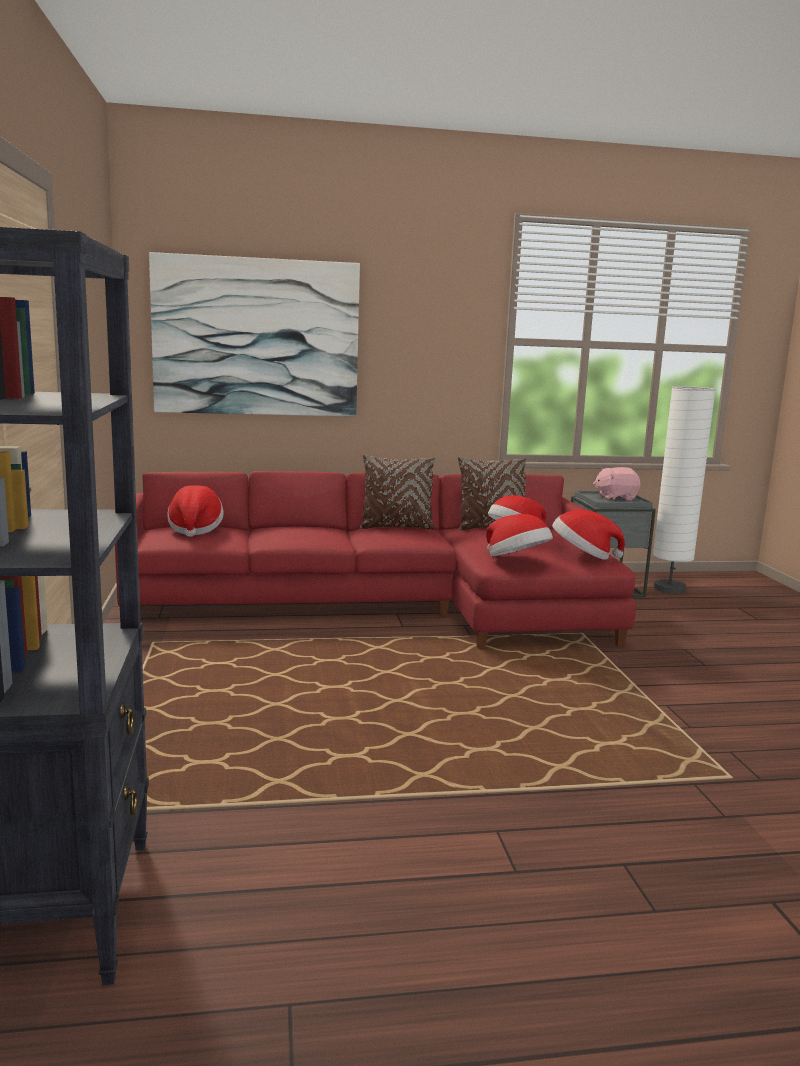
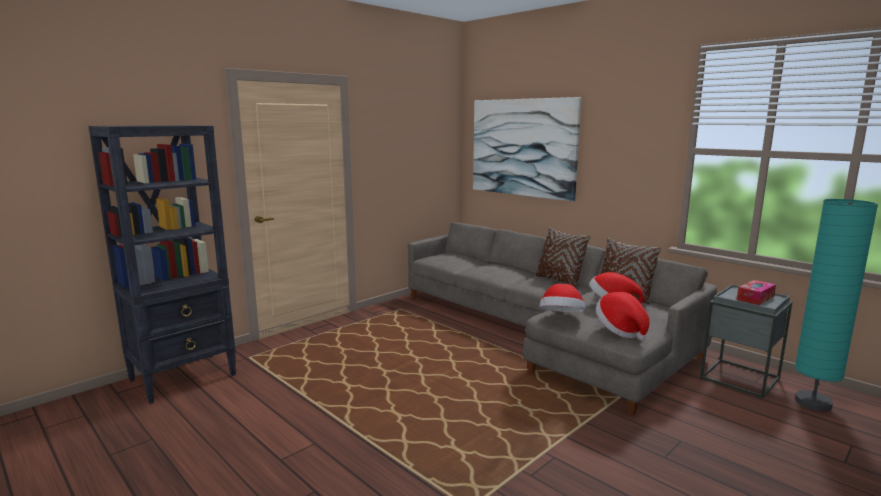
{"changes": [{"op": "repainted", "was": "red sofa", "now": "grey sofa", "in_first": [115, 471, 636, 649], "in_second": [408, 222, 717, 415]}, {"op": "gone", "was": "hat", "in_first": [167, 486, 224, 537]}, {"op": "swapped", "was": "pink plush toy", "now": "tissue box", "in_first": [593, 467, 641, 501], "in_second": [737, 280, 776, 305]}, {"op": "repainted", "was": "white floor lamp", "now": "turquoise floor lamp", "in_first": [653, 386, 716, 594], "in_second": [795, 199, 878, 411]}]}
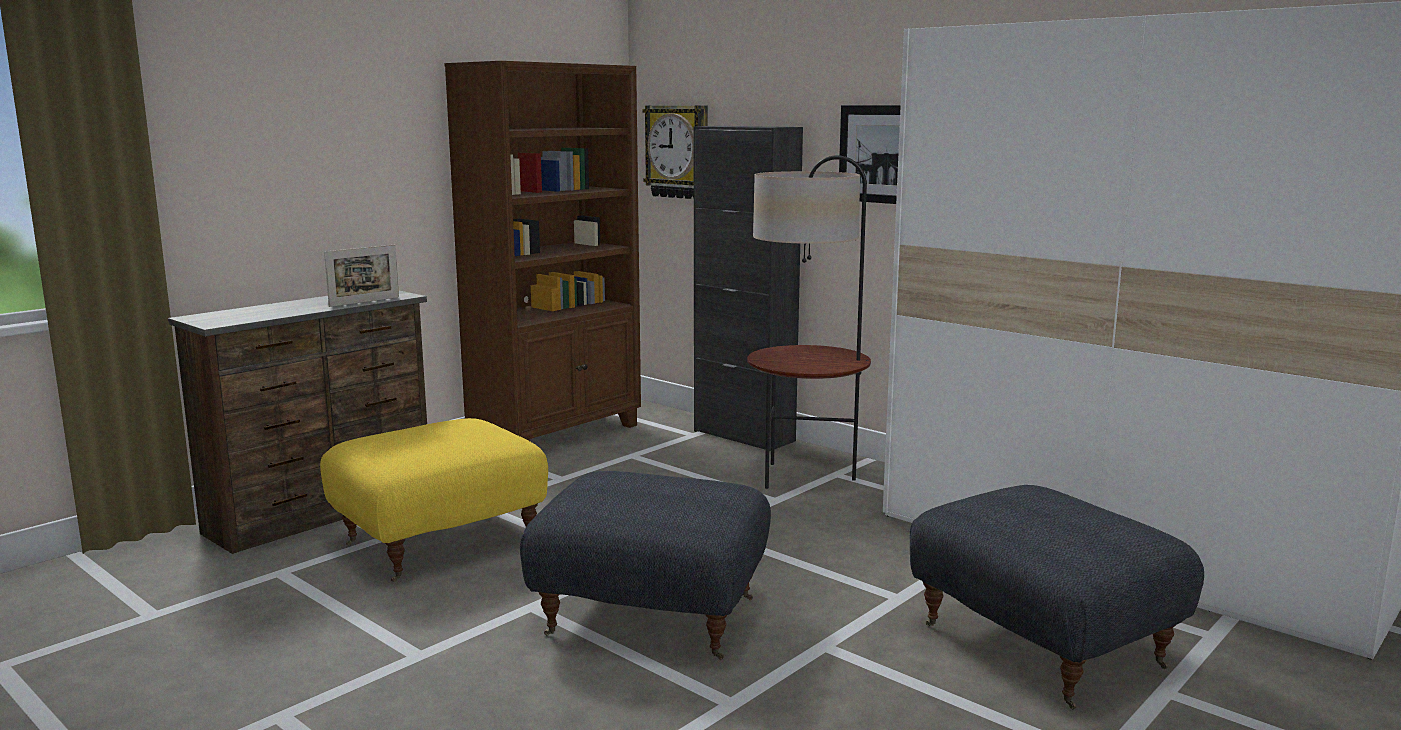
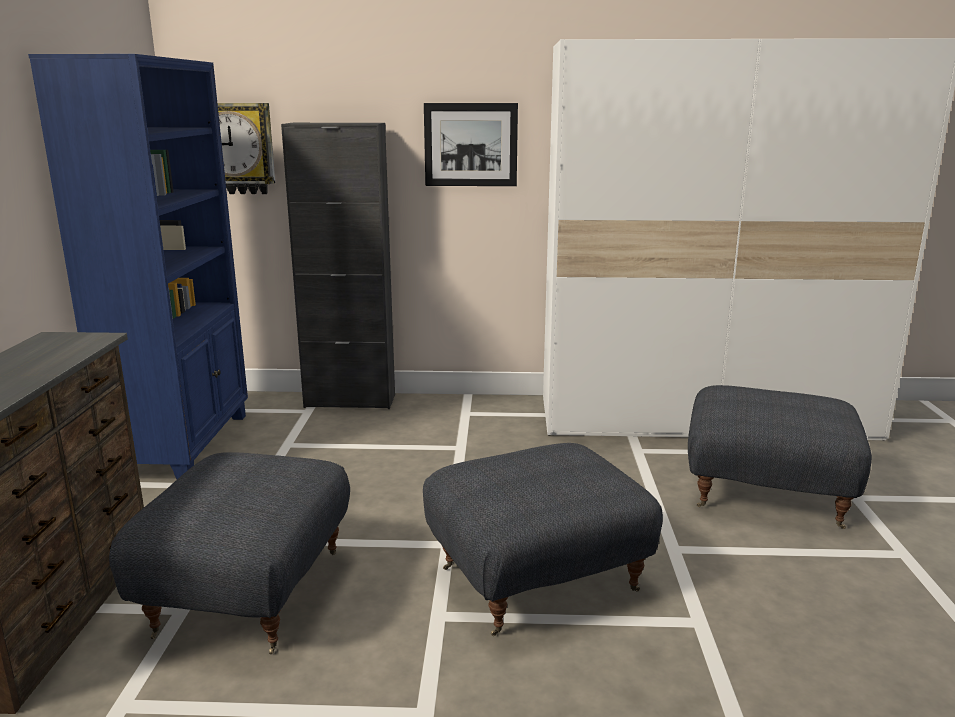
{"changes": [{"op": "repainted", "was": "yellow ottoman", "now": "grey ottoman", "in_first": [320, 418, 548, 582], "in_second": [109, 452, 350, 654]}, {"op": "gone", "was": "picture frame", "in_first": [324, 245, 399, 307]}, {"op": "repainted", "was": "brown bookcase", "now": "blue bookcase", "in_first": [444, 61, 641, 441], "in_second": [28, 54, 248, 480]}, {"op": "gone", "was": "floor lamp", "in_first": [747, 155, 871, 489]}]}
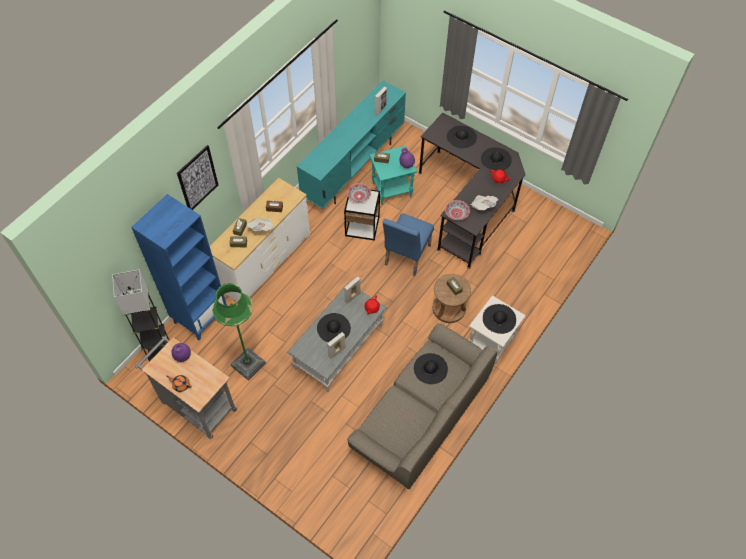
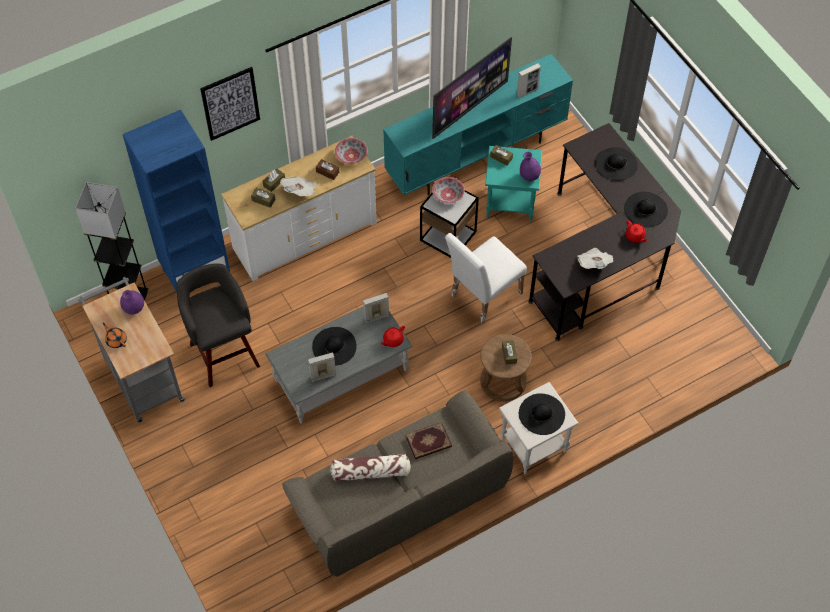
{"changes": [{"op": "swapped", "was": "green floor lamp", "now": "grey stool", "in_first": [212, 283, 266, 381], "in_second": [176, 264, 260, 387]}, {"op": "repainted", "was": "blue chair", "now": "white chair", "in_first": [382, 213, 434, 276], "in_second": [445, 233, 527, 324]}, {"op": "swapped", "was": "black hat", "now": "book", "in_first": [414, 353, 448, 384], "in_second": [405, 422, 452, 459]}, {"op": "shifted", "was": "bowl", "in_first": [445, 200, 470, 220], "in_second": [335, 138, 368, 164]}, {"op": "new", "now": "pillow", "in_second": [330, 454, 411, 481]}, {"op": "new", "now": "television", "in_second": [432, 37, 512, 139]}]}
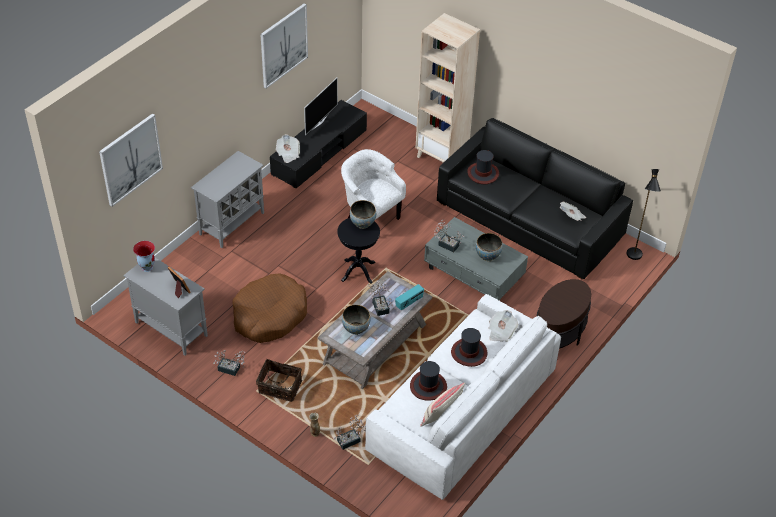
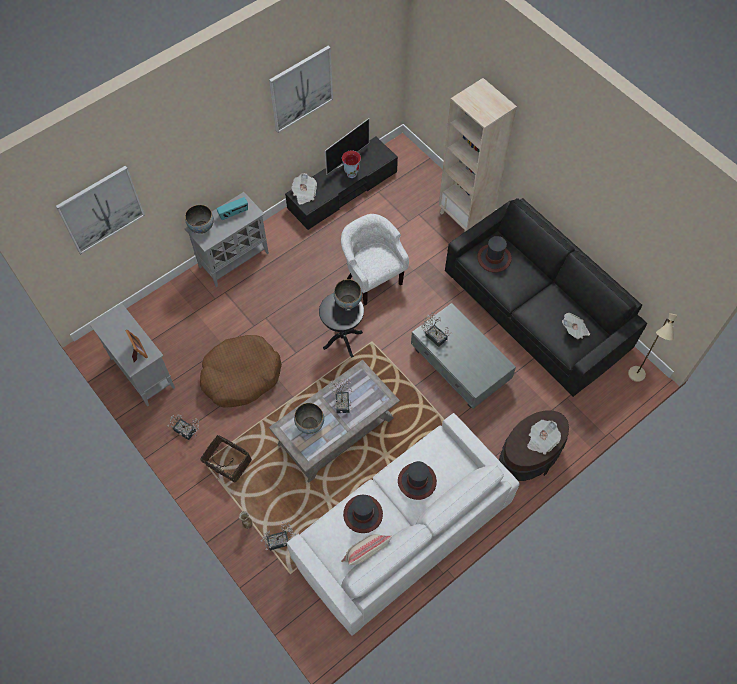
{"changes": [{"op": "shifted", "was": "vase", "in_first": [133, 241, 155, 272], "in_second": [342, 150, 361, 178]}, {"op": "shifted", "was": "radio", "in_first": [395, 284, 424, 310], "in_second": [216, 197, 248, 220]}, {"op": "shifted", "was": "bowl", "in_first": [476, 233, 502, 261], "in_second": [185, 205, 214, 234]}, {"op": "shifted", "was": "newspaper", "in_first": [488, 310, 518, 342], "in_second": [527, 419, 561, 455]}, {"op": "repainted", "was": "black floor lamp", "now": "beige floor lamp", "in_first": [627, 169, 661, 260], "in_second": [628, 313, 678, 382]}]}
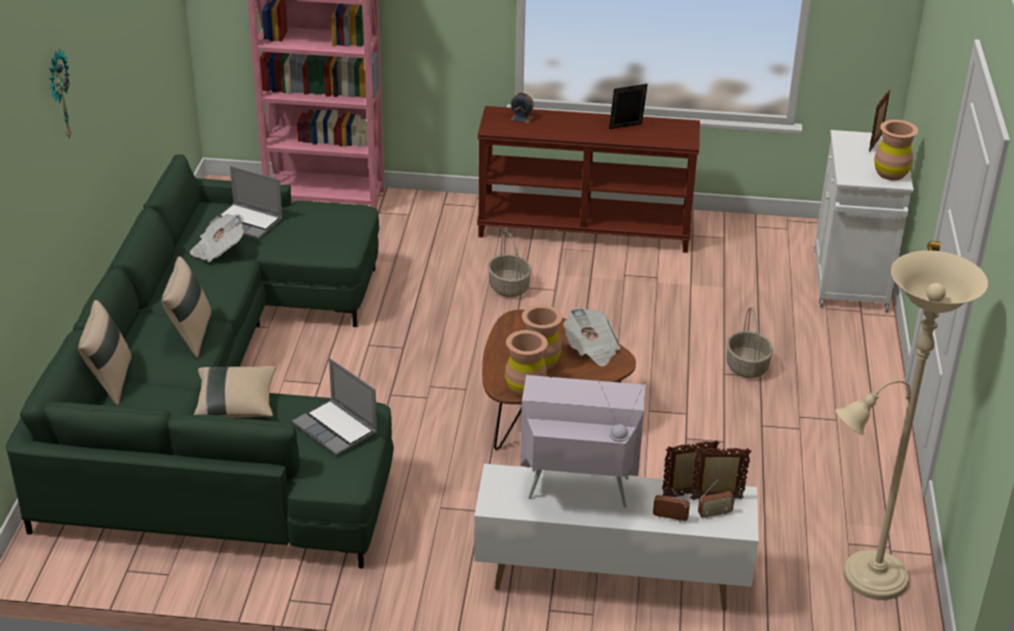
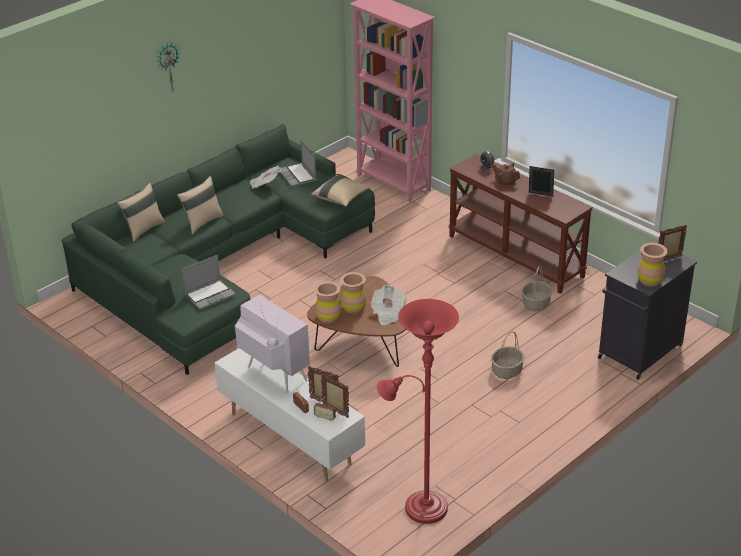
{"changes": [{"op": "shifted", "was": "beige pillow", "in_first": [193, 366, 276, 418], "in_second": [311, 175, 370, 207]}, {"op": "rotated", "was": "laptop", "in_first": [292, 358, 378, 456], "in_second": [182, 255, 236, 310], "clockwise": -120}, {"op": "shifted", "was": "basket", "in_first": [488, 230, 532, 297], "in_second": [522, 266, 552, 311]}, {"op": "repainted", "was": "white cabinet", "now": "black cabinet", "in_first": [814, 130, 914, 312], "in_second": [598, 241, 697, 380]}, {"op": "repainted", "was": "beige floor lamp", "now": "red floor lamp", "in_first": [835, 251, 988, 600], "in_second": [377, 299, 459, 524]}, {"op": "new", "now": "brown teapot", "in_second": [492, 163, 520, 187]}]}
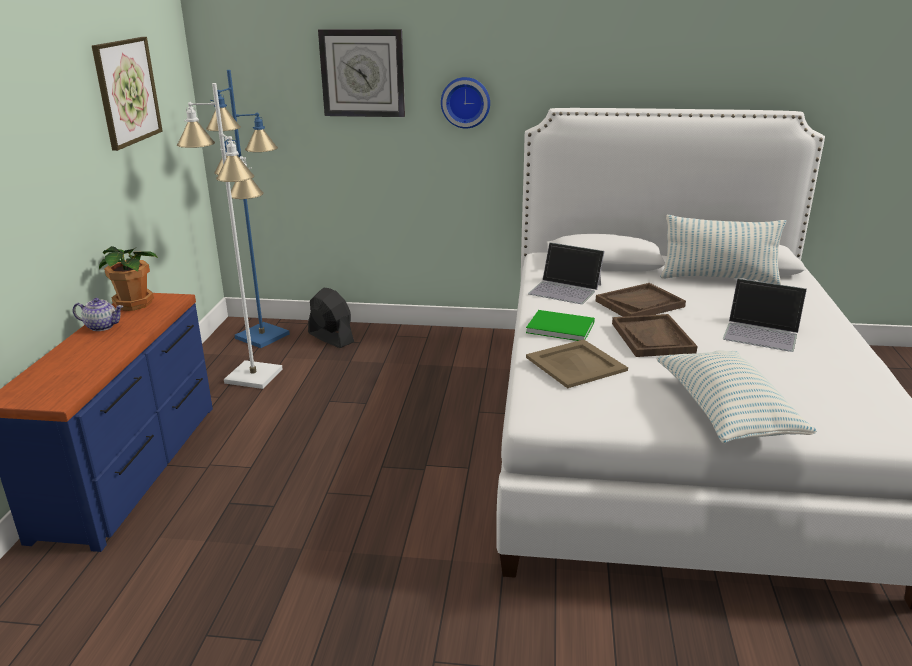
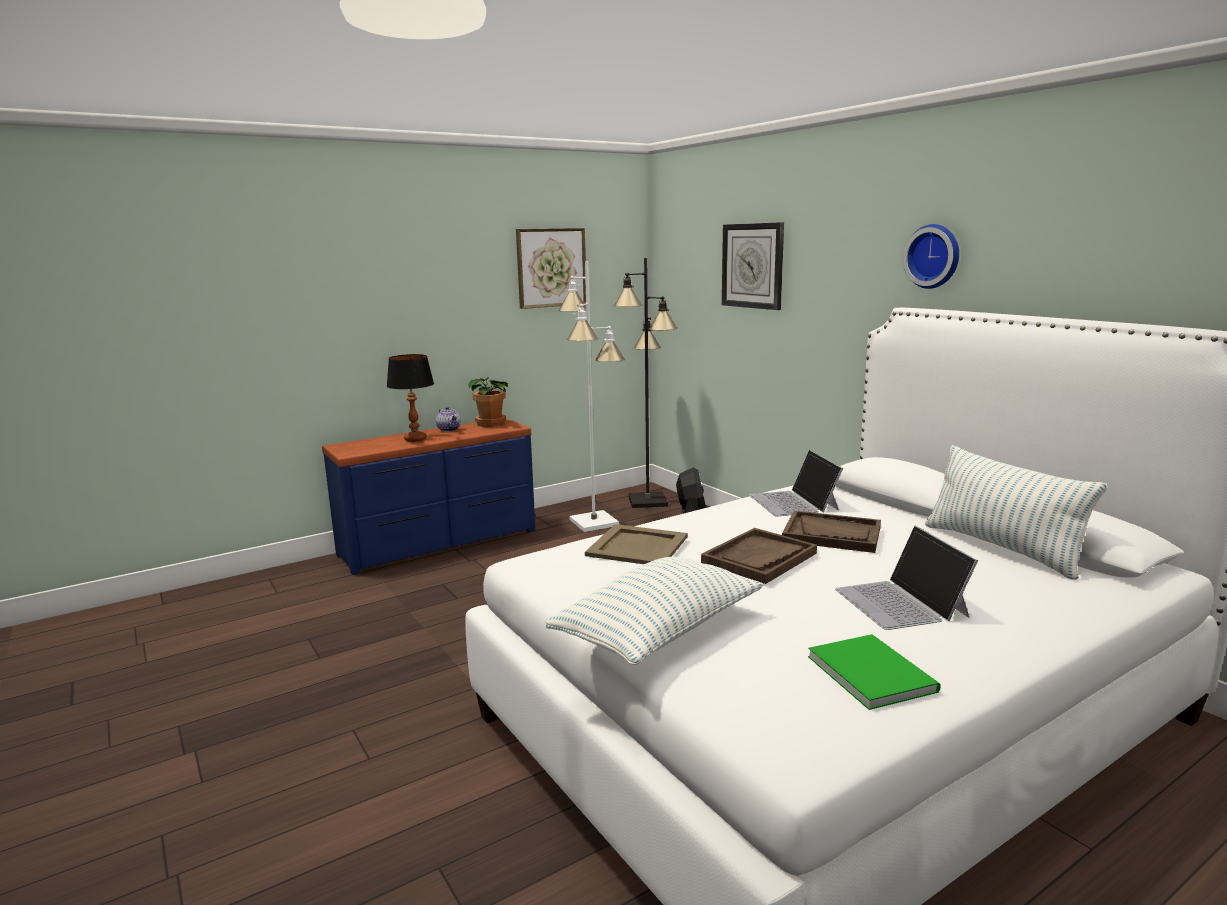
{"changes": [{"op": "repainted", "was": "blue floor lamp", "now": "black floor lamp", "in_first": [206, 70, 290, 348], "in_second": [614, 258, 678, 508]}, {"op": "shifted", "was": "wall clock", "in_first": [441, 77, 490, 129], "in_second": [903, 224, 959, 289]}, {"op": "shifted", "was": "green book", "in_first": [526, 310, 595, 341], "in_second": [808, 634, 941, 710]}, {"op": "new", "now": "table lamp", "in_second": [387, 354, 434, 442]}]}
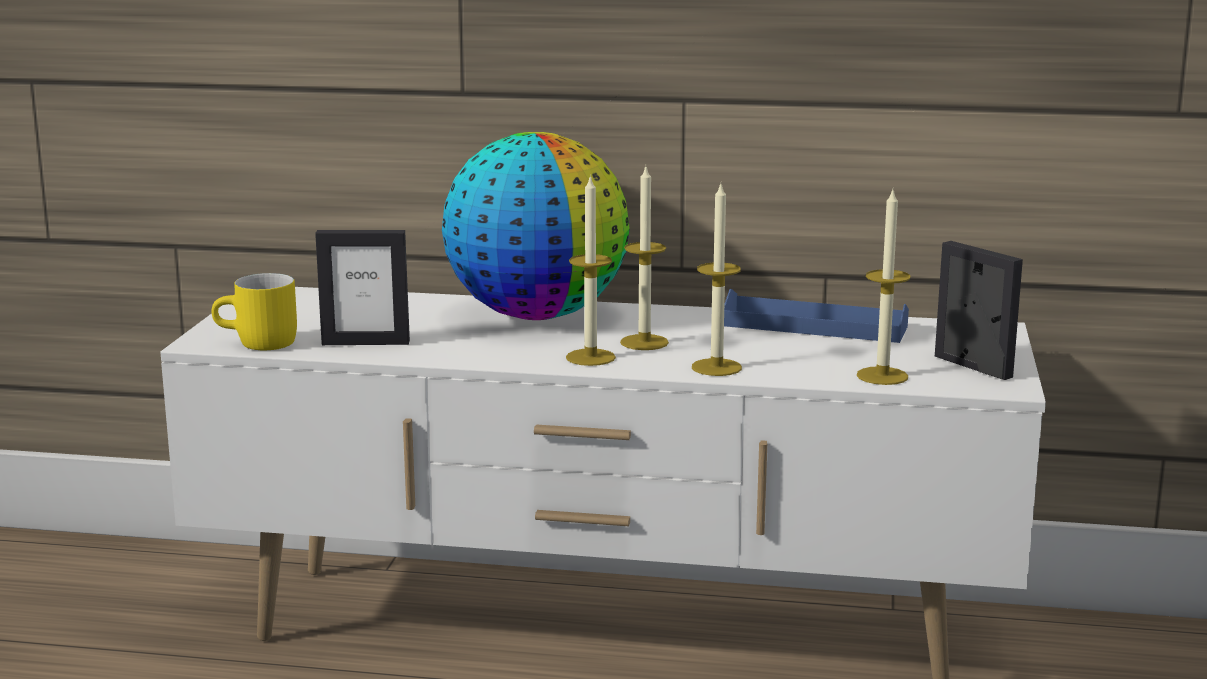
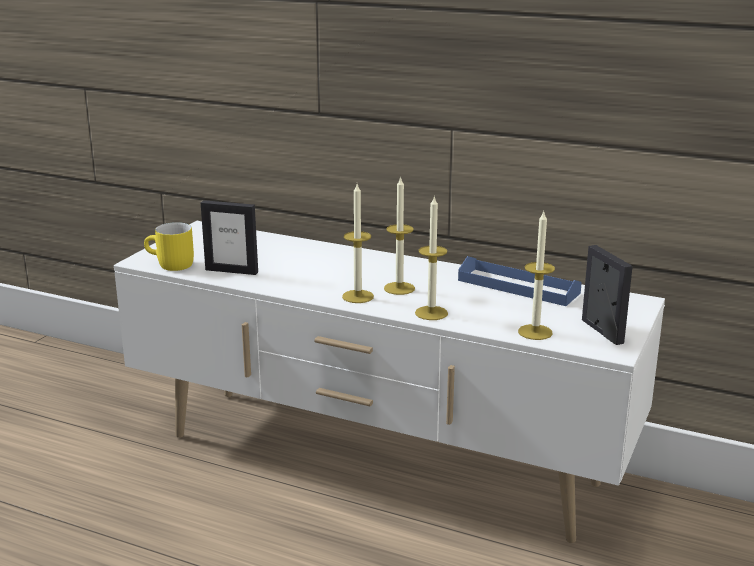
{"changes": [{"op": "gone", "was": "globe", "in_first": [442, 132, 630, 320]}]}
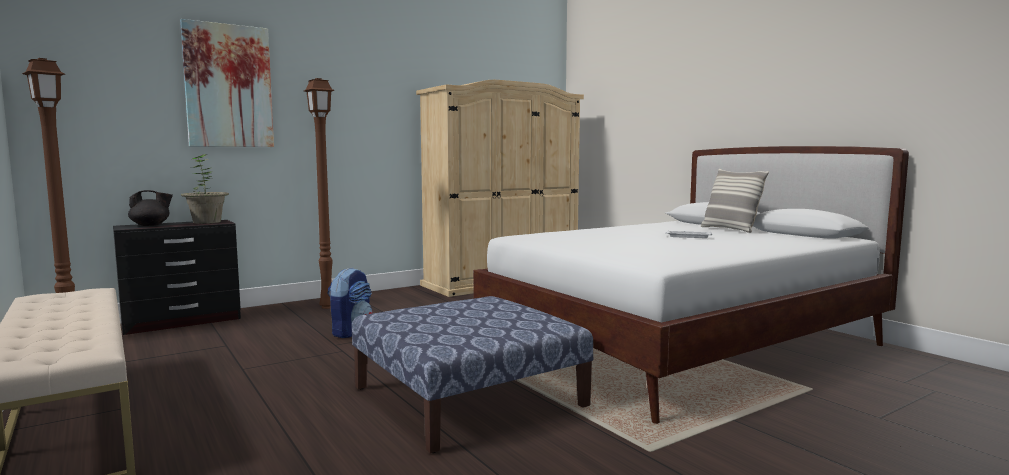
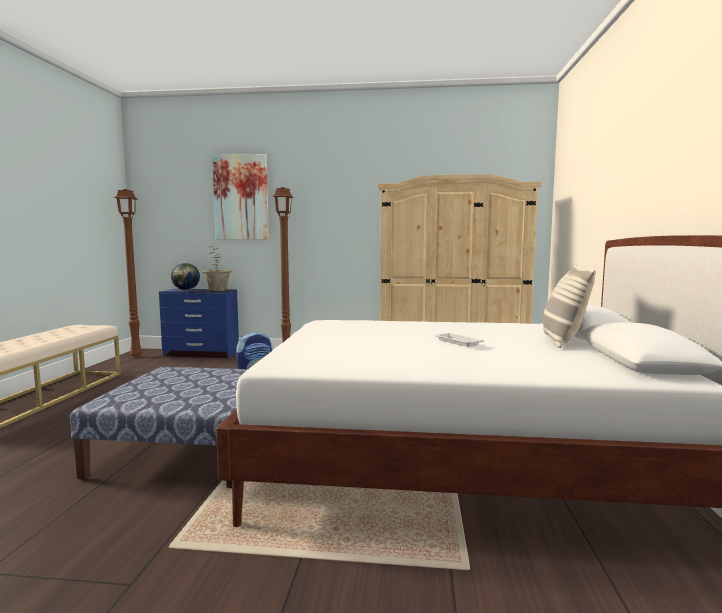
{"changes": [{"op": "repainted", "was": "black dresser", "now": "blue dresser", "in_first": [113, 220, 241, 335], "in_second": [159, 289, 239, 358]}, {"op": "swapped", "was": "black teapot", "now": "globe", "in_first": [128, 190, 173, 226], "in_second": [171, 263, 200, 290]}]}
